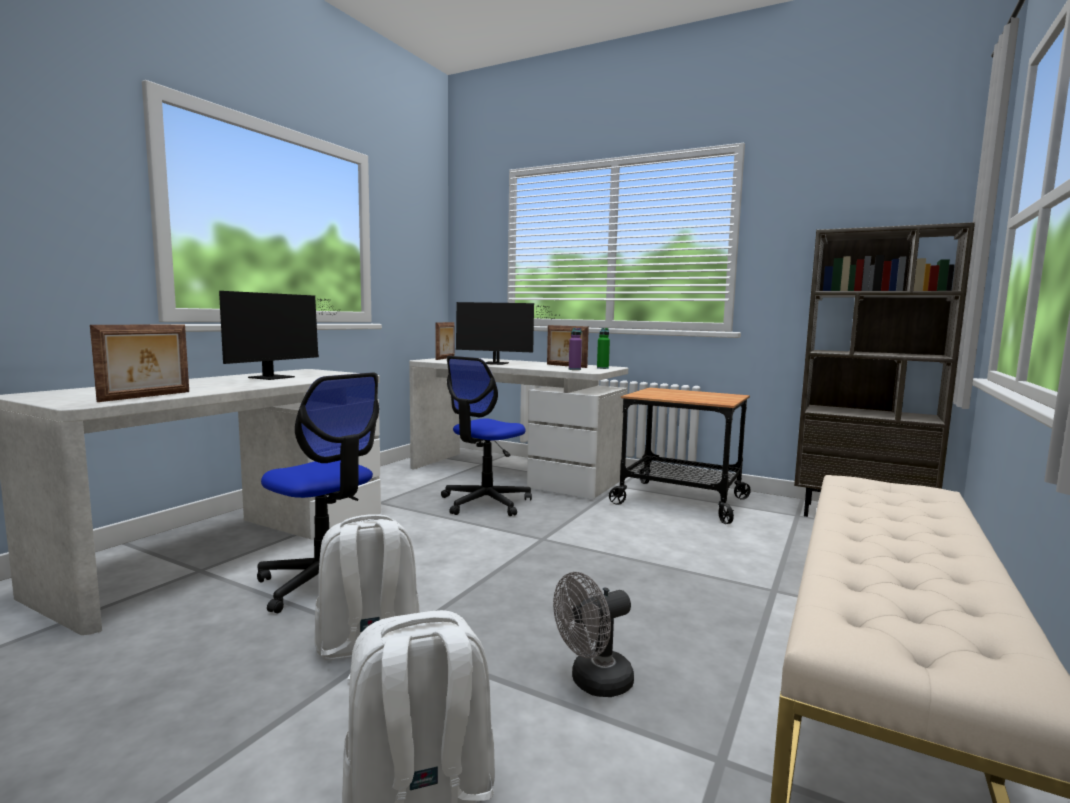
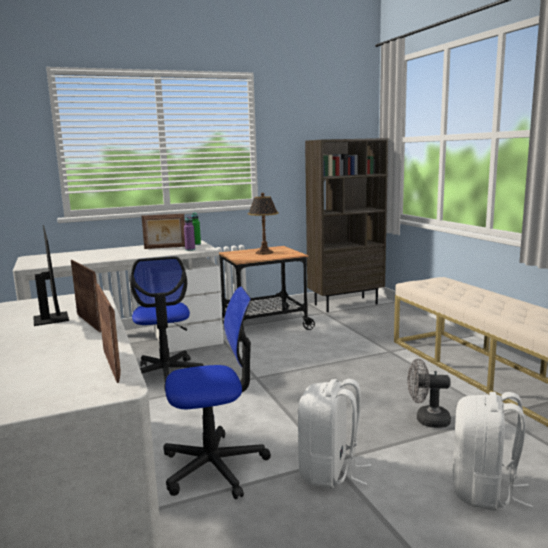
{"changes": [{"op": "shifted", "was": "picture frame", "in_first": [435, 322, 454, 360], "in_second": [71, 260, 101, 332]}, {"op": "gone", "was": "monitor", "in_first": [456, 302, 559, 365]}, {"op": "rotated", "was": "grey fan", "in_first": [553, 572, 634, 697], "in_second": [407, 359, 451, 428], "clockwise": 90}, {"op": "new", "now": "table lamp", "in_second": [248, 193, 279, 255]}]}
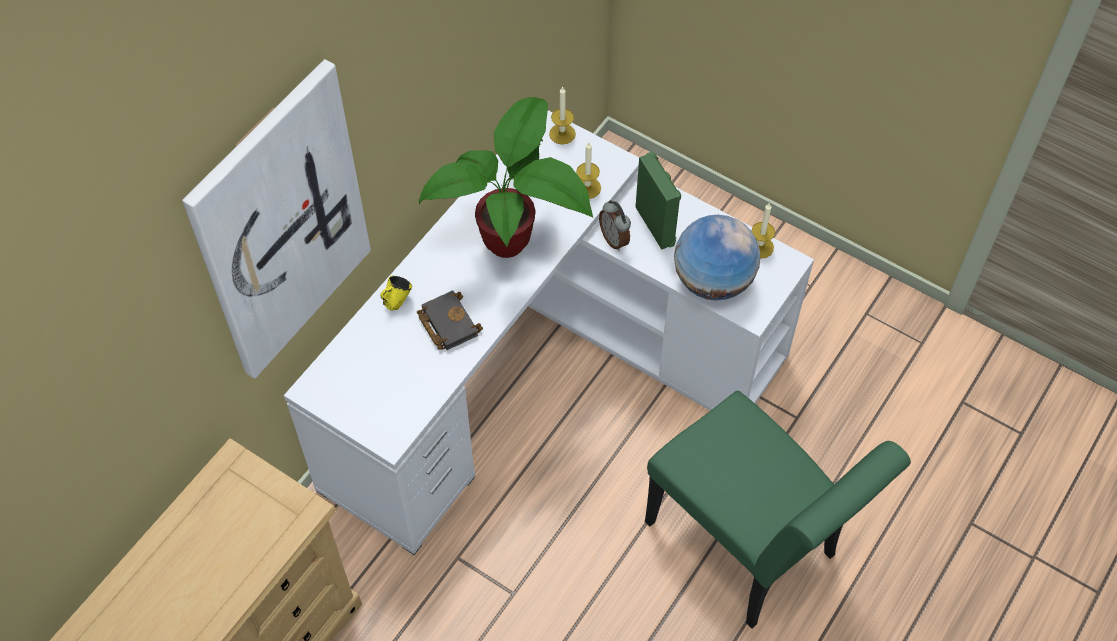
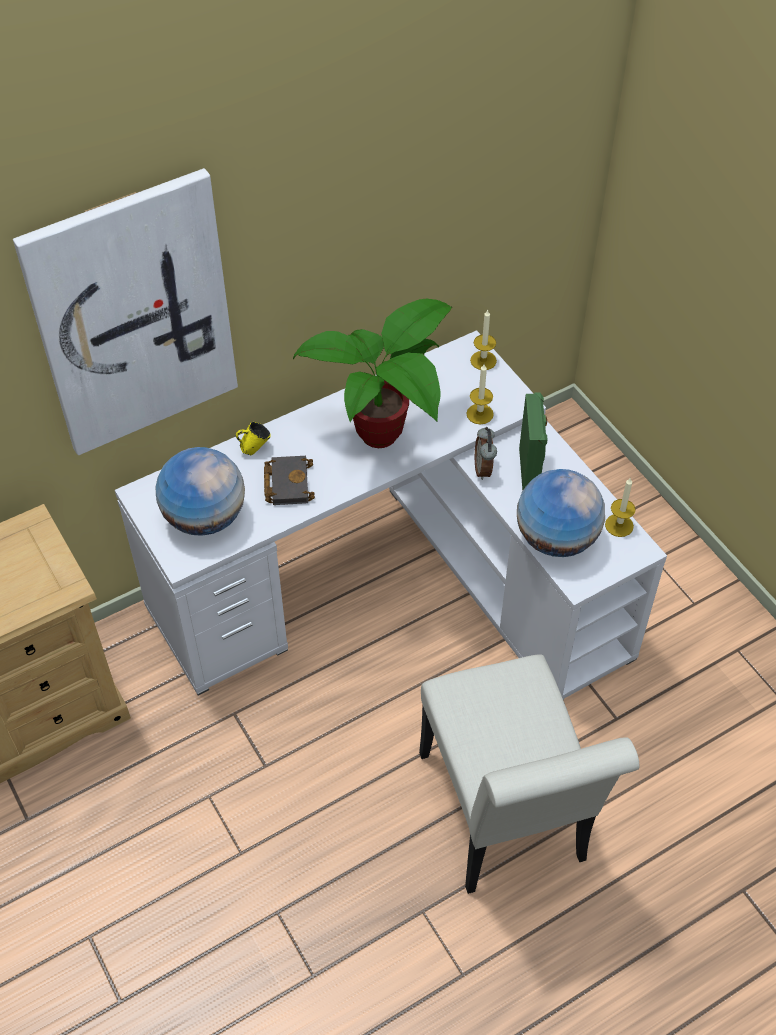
{"changes": [{"op": "repainted", "was": "green chair", "now": "white chair", "in_first": [645, 391, 911, 629], "in_second": [419, 654, 640, 894]}, {"op": "new", "now": "globe", "in_second": [156, 447, 245, 536]}]}
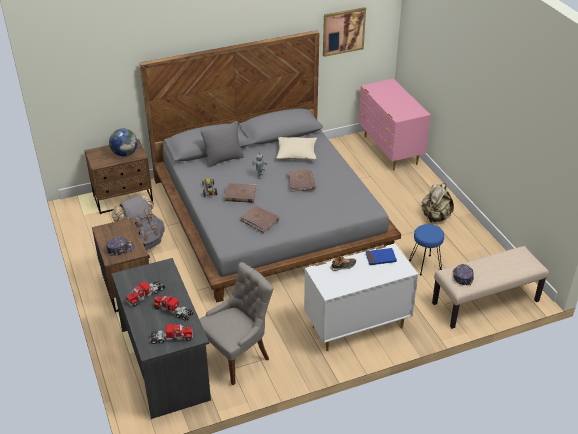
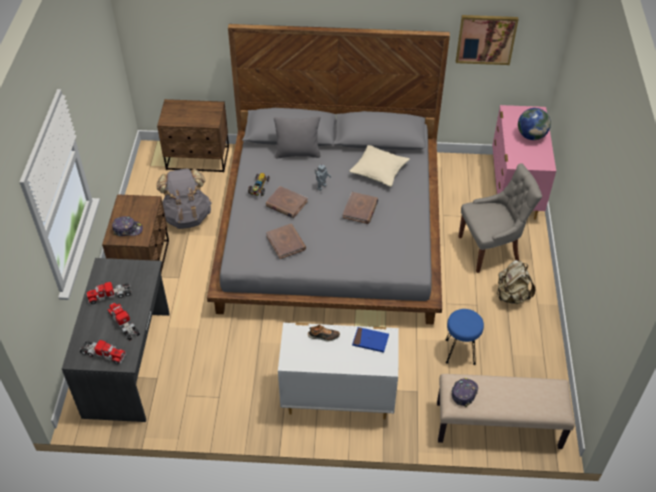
{"changes": [{"op": "shifted", "was": "globe", "in_first": [109, 129, 137, 156], "in_second": [518, 108, 551, 140]}, {"op": "shifted", "was": "grey chair", "in_first": [199, 262, 274, 385], "in_second": [458, 163, 542, 273]}]}
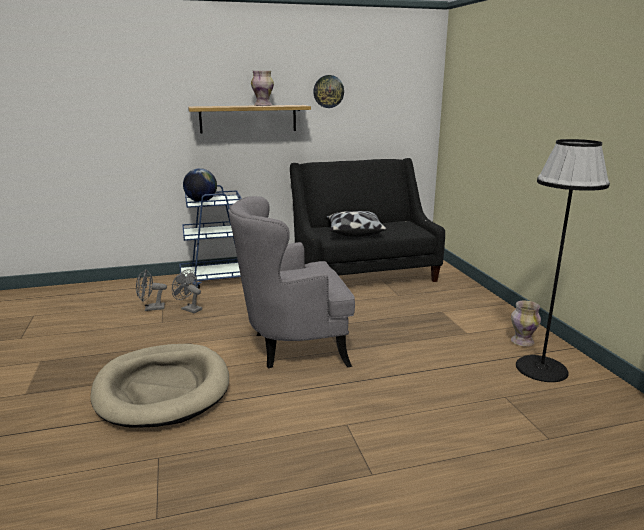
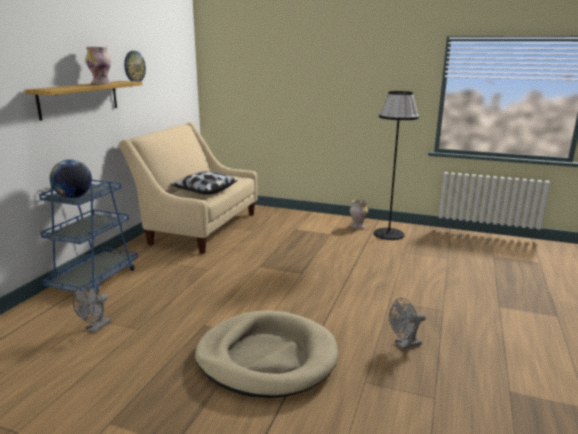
{"changes": [{"op": "shifted", "was": "grey fan", "in_first": [172, 270, 202, 313], "in_second": [389, 298, 426, 350]}, {"op": "gone", "was": "grey armchair", "in_first": [229, 196, 355, 368]}, {"op": "repainted", "was": "black sofa", "now": "beige sofa", "in_first": [290, 158, 445, 282], "in_second": [119, 122, 258, 254]}]}
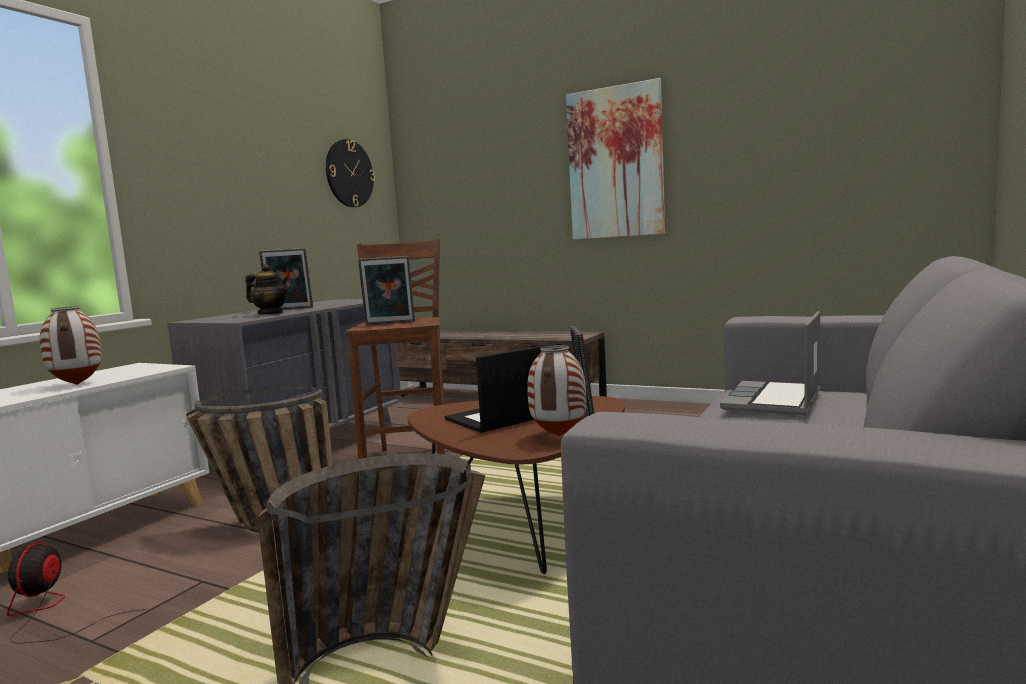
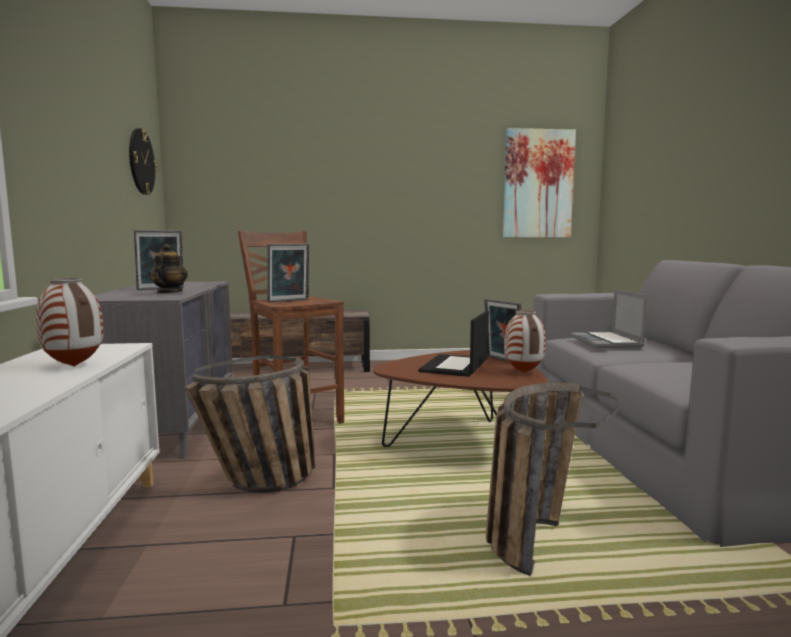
{"changes": [{"op": "gone", "was": "fan", "in_first": [7, 543, 147, 644]}, {"op": "rotated", "was": "teapot", "in_first": [245, 264, 289, 314], "in_second": [150, 244, 188, 294], "clockwise": -75}, {"op": "shifted", "was": "picture", "in_first": [566, 78, 665, 240], "in_second": [503, 128, 576, 238]}]}
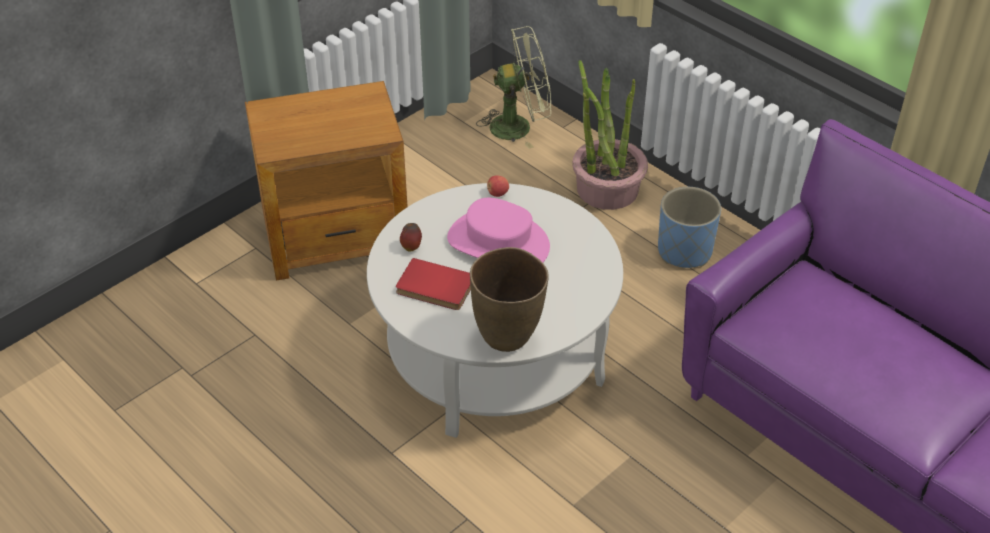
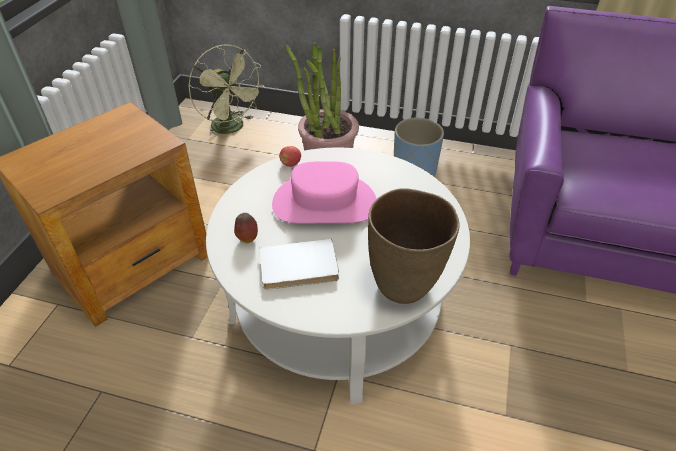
{"changes": [{"op": "repainted", "was": "red book", "now": "white book", "in_first": [396, 258, 471, 310], "in_second": [259, 239, 339, 290]}, {"op": "rotated", "was": "green fan", "in_first": [476, 26, 551, 149], "in_second": [188, 44, 265, 141], "clockwise": 90}]}
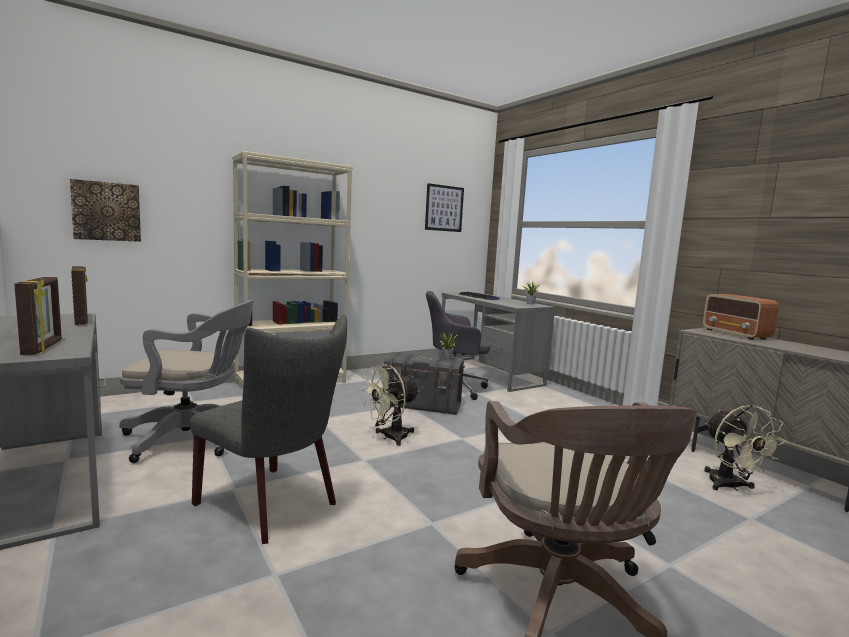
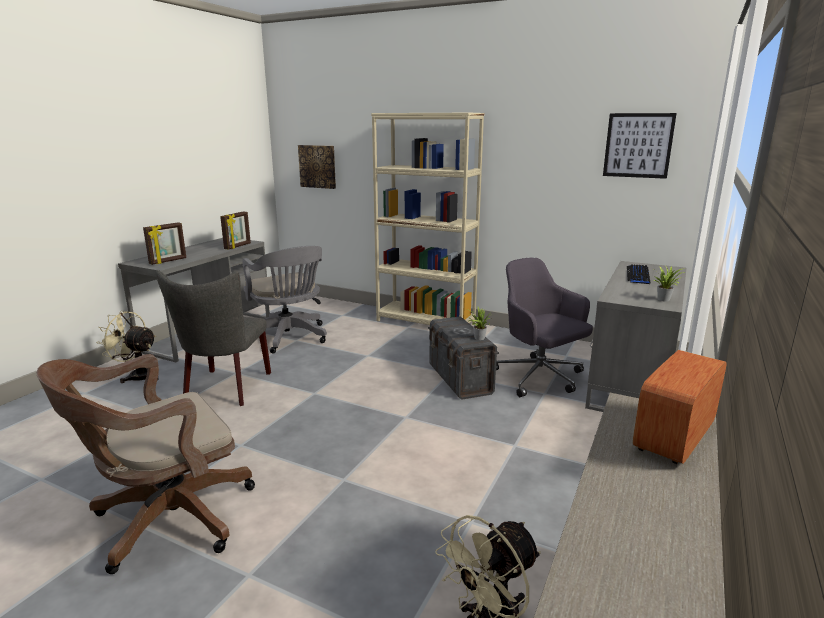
{"changes": [{"op": "shifted", "was": "beige fan", "in_first": [361, 364, 420, 446], "in_second": [96, 311, 159, 383]}]}
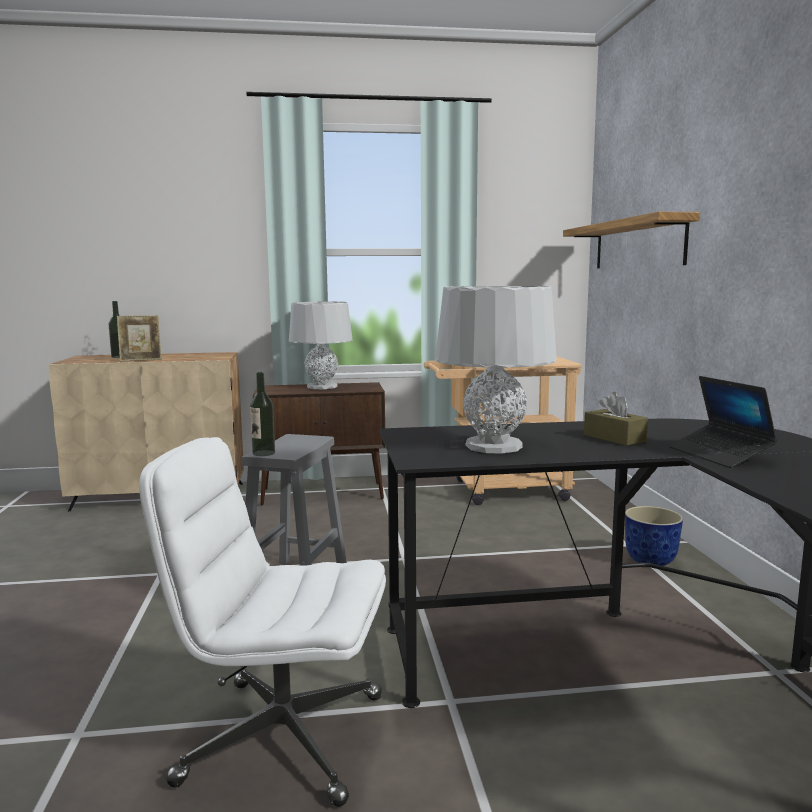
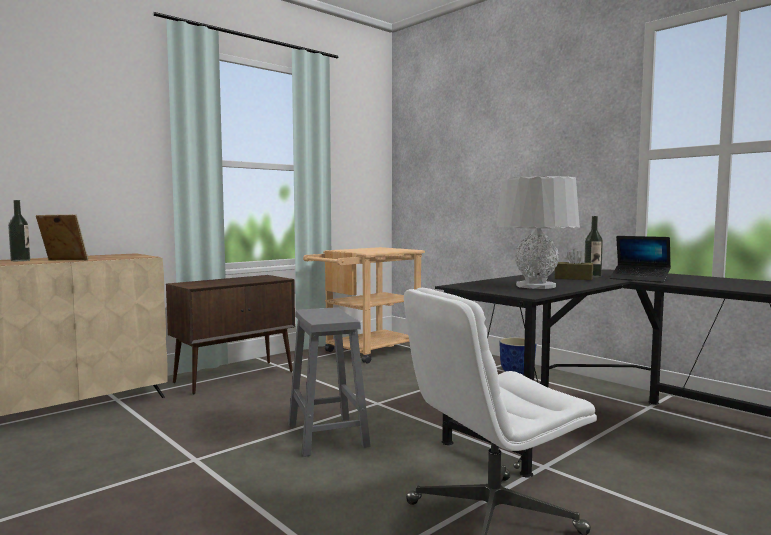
{"changes": [{"op": "rotated", "was": "picture frame", "in_first": [117, 315, 162, 362], "in_second": [36, 214, 88, 260], "clockwise": -120}, {"op": "shifted", "was": "bottle", "in_first": [250, 372, 275, 456], "in_second": [584, 216, 603, 278]}, {"op": "gone", "was": "grey table lamp", "in_first": [289, 302, 353, 389]}, {"op": "gone", "was": "shelf", "in_first": [563, 212, 700, 268]}]}
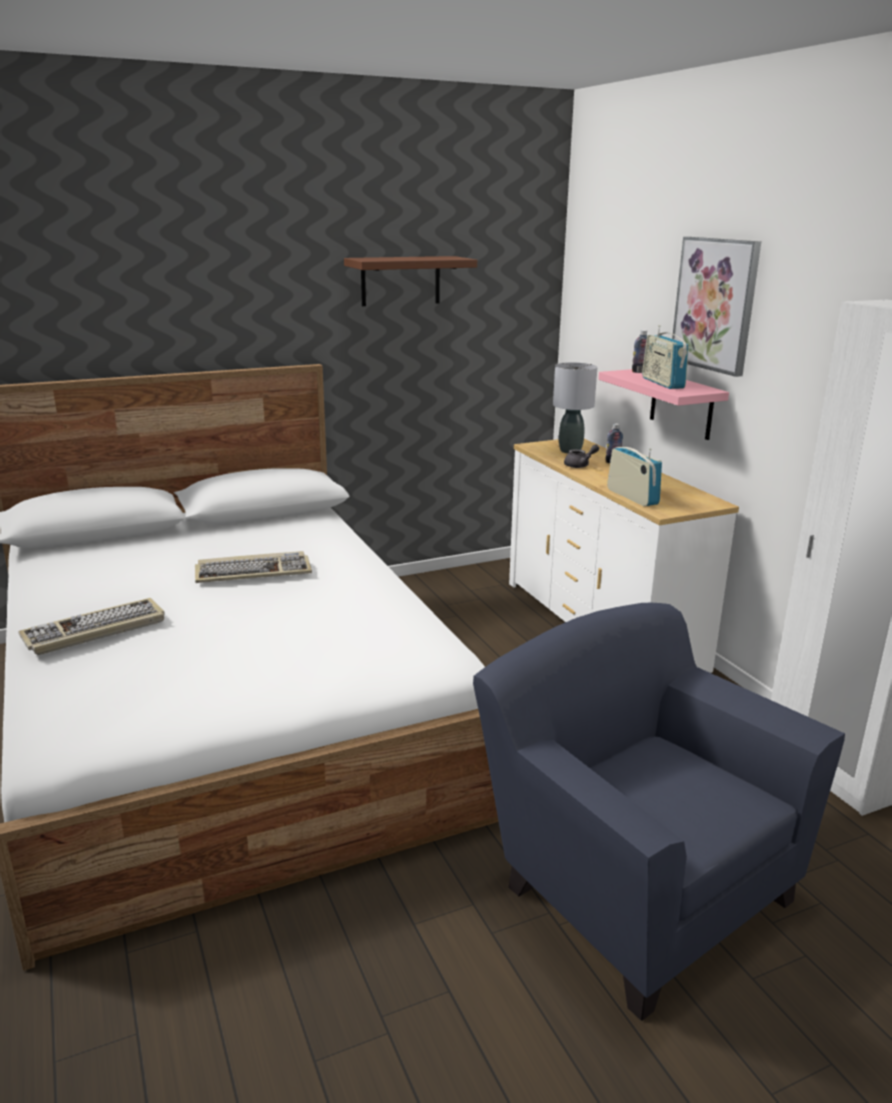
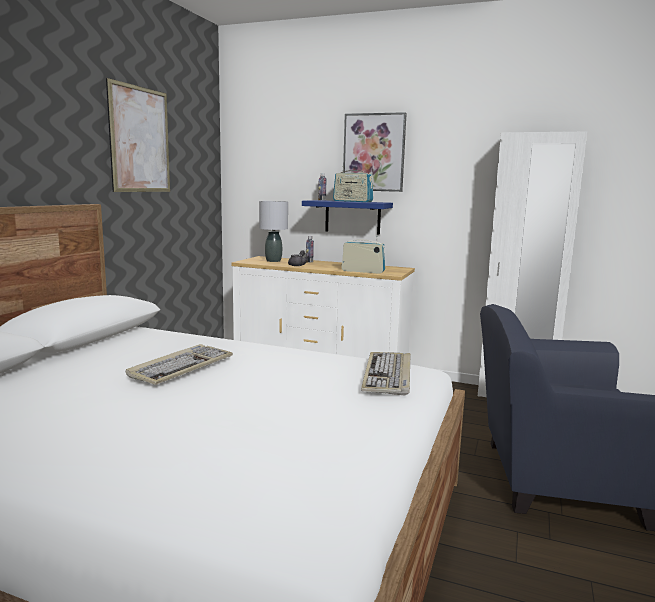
{"changes": [{"op": "shifted", "was": "keyboard", "in_first": [18, 598, 165, 655], "in_second": [361, 352, 411, 396]}, {"op": "swapped", "was": "brown shelf", "now": "picture", "in_first": [344, 256, 477, 306], "in_second": [106, 78, 170, 192]}, {"op": "repainted", "was": "pink shelf", "now": "blue shelf", "in_first": [598, 369, 729, 440], "in_second": [302, 200, 393, 235]}]}
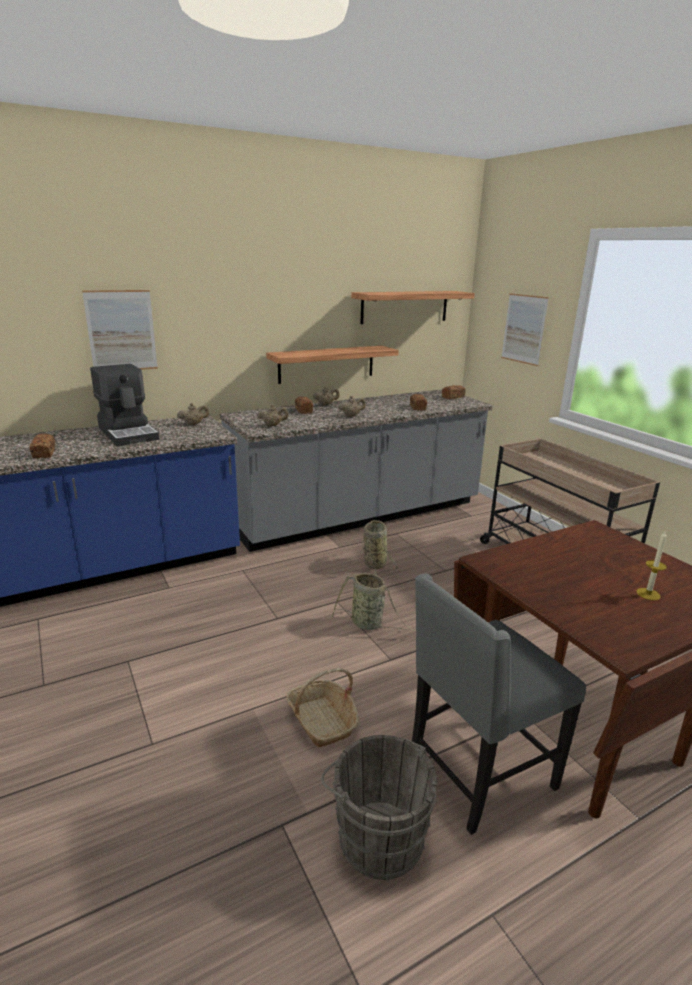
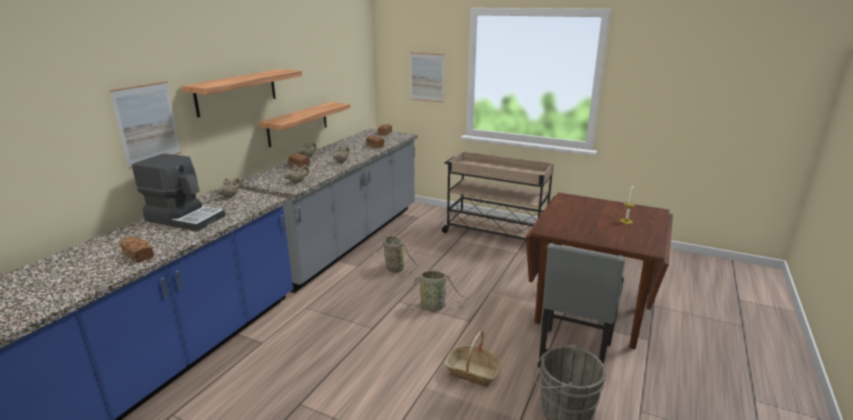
{"changes": [{"op": "shifted", "was": "shelf", "in_first": [351, 291, 475, 324], "in_second": [181, 69, 302, 117]}]}
